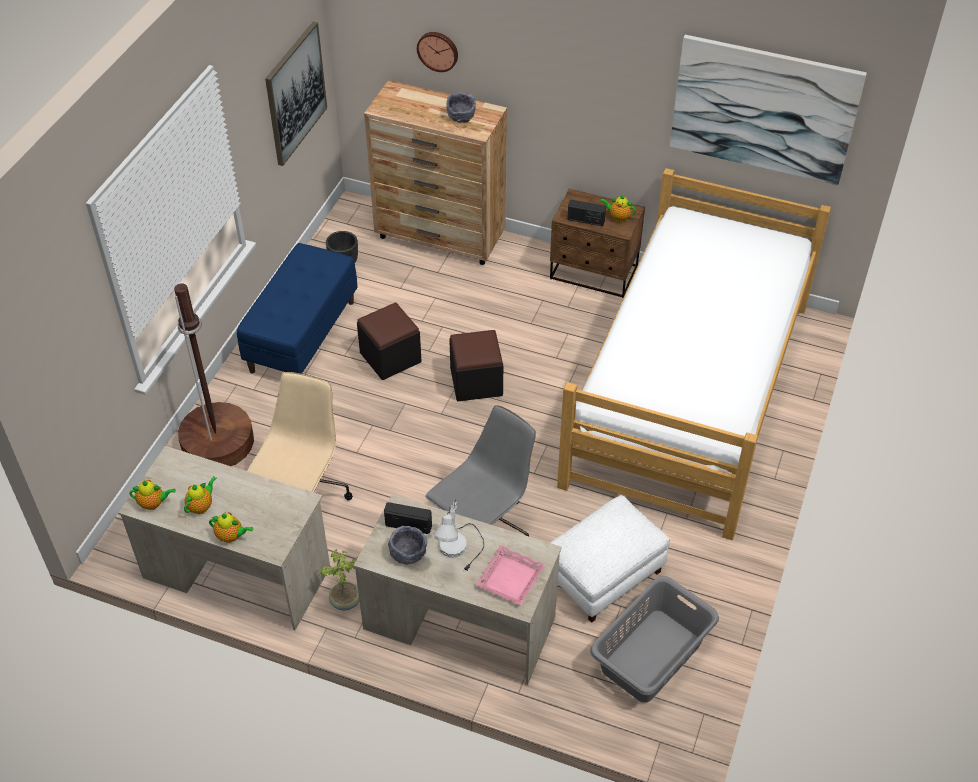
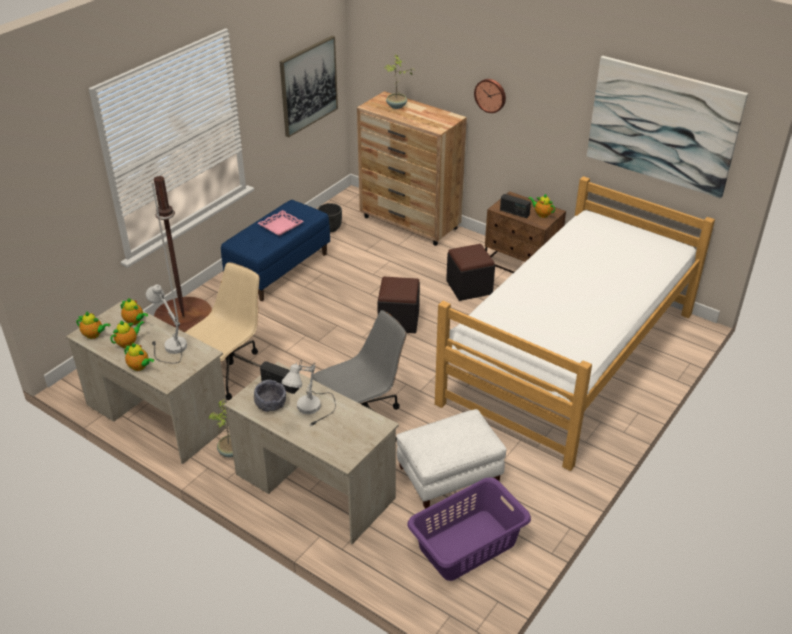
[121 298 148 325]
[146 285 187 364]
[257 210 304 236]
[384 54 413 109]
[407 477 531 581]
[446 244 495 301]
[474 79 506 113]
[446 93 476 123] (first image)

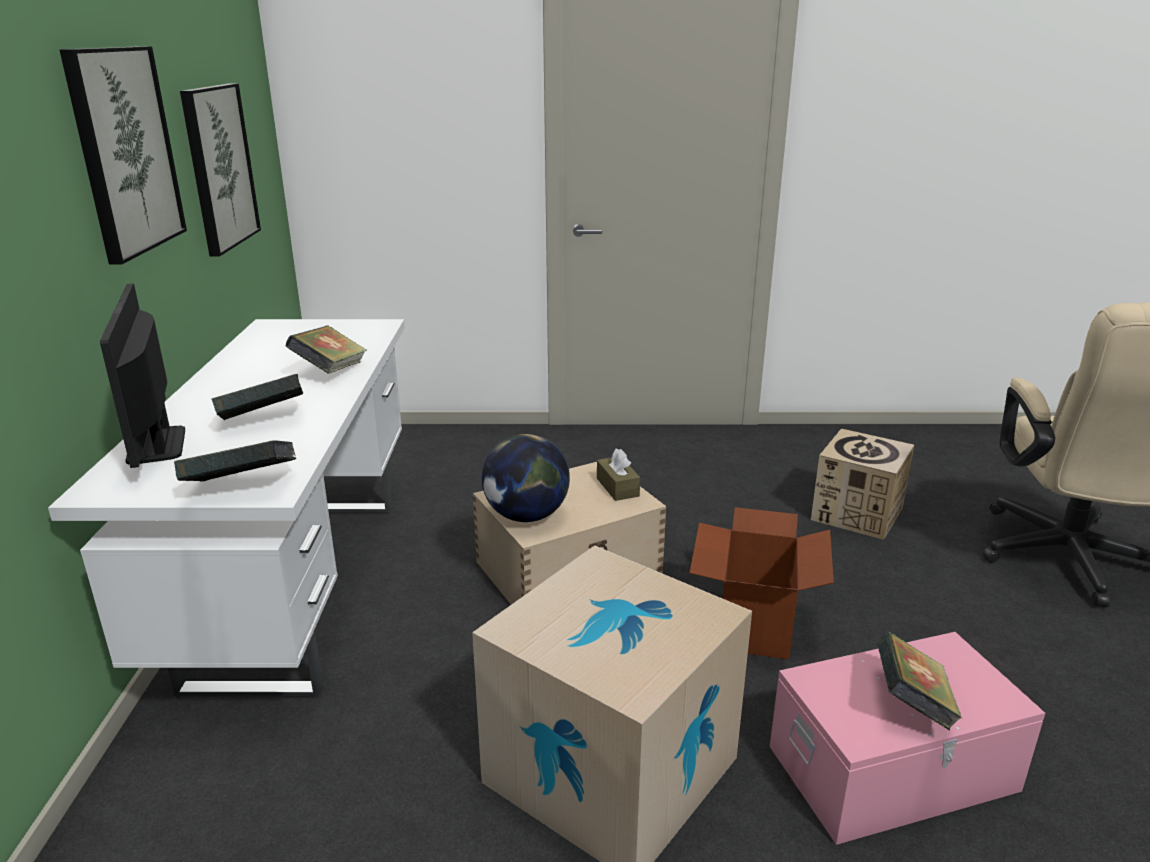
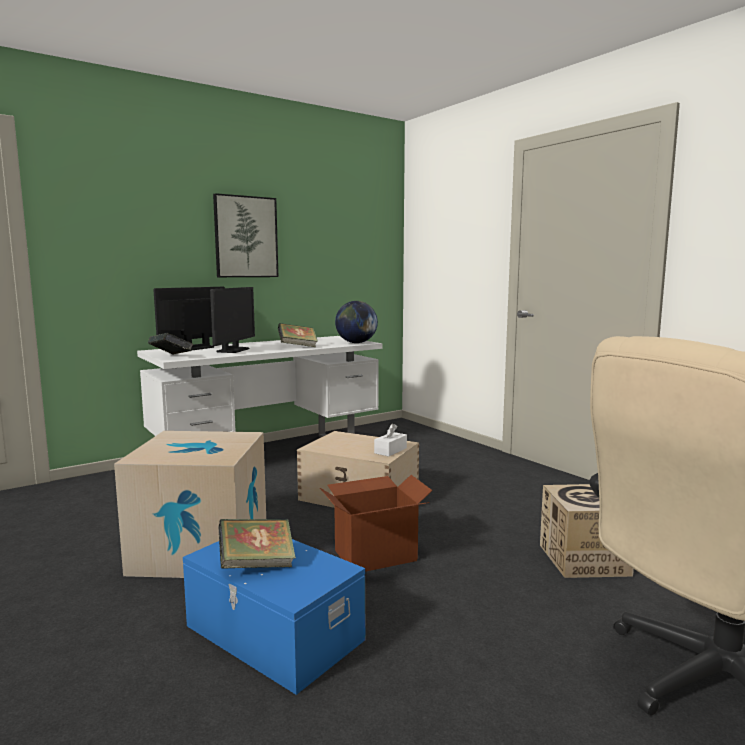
[183 539 365 695]
[210 287 255 353]
[335 301 378 343]
[374 423 407 457]
[180 83 261 256] (first image)

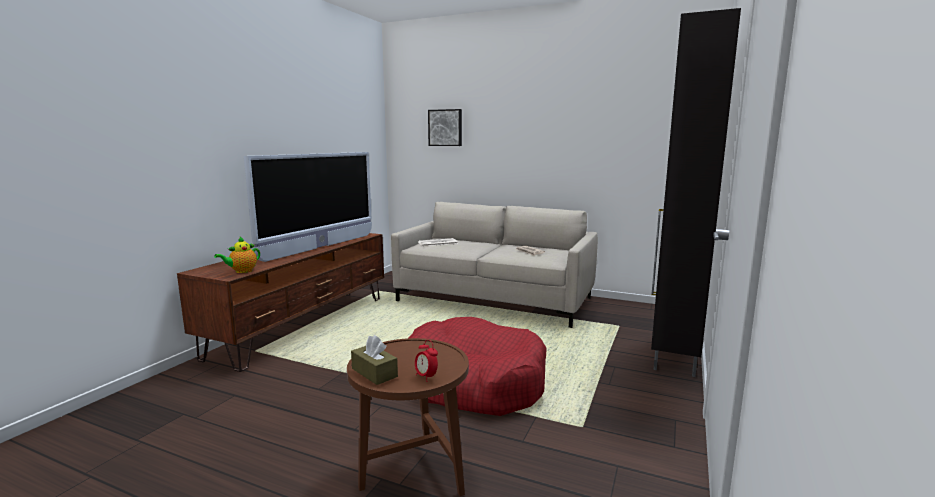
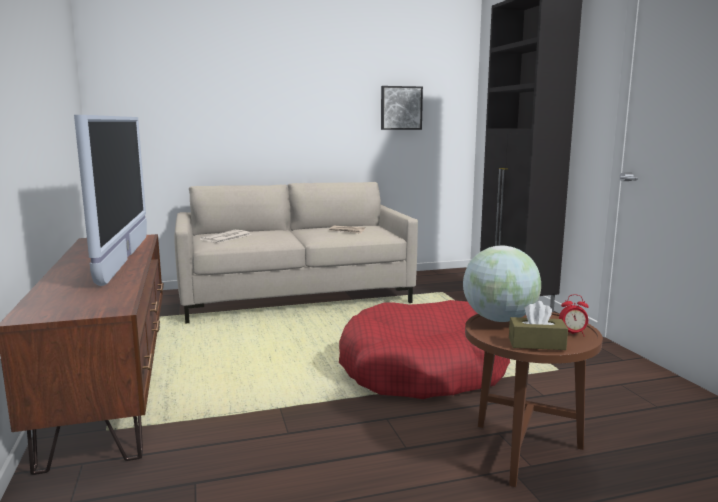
[381 86 423 130]
[463 246 541 322]
[214 237 260 273] (first image)

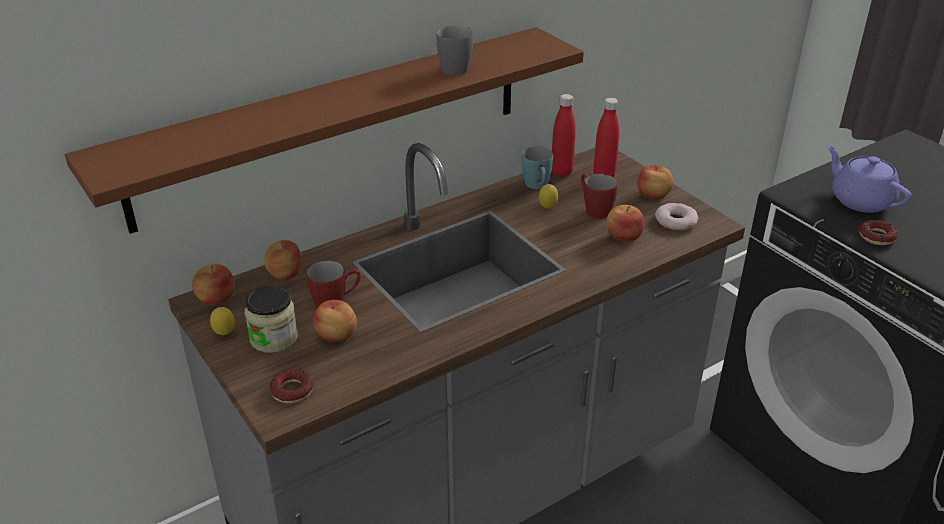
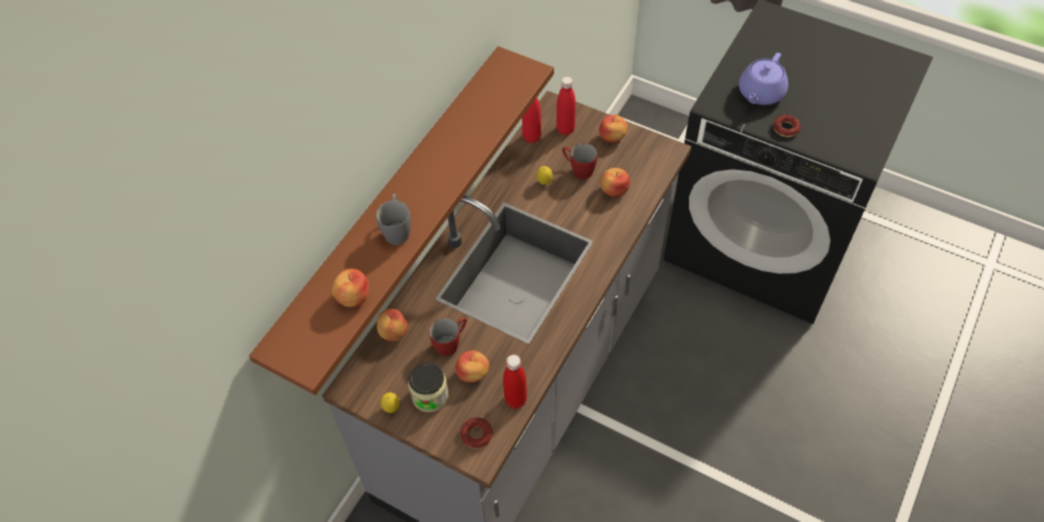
[332 269 369 307]
[376 194 411 245]
[503 355 527 409]
[739 53 788 105]
[522 146 553 189] (first image)
[655 203 699 230] (first image)

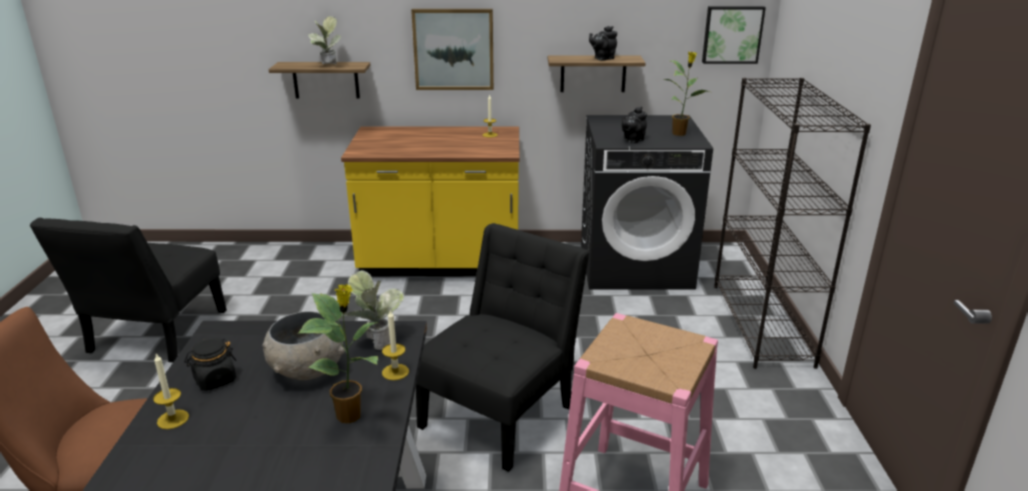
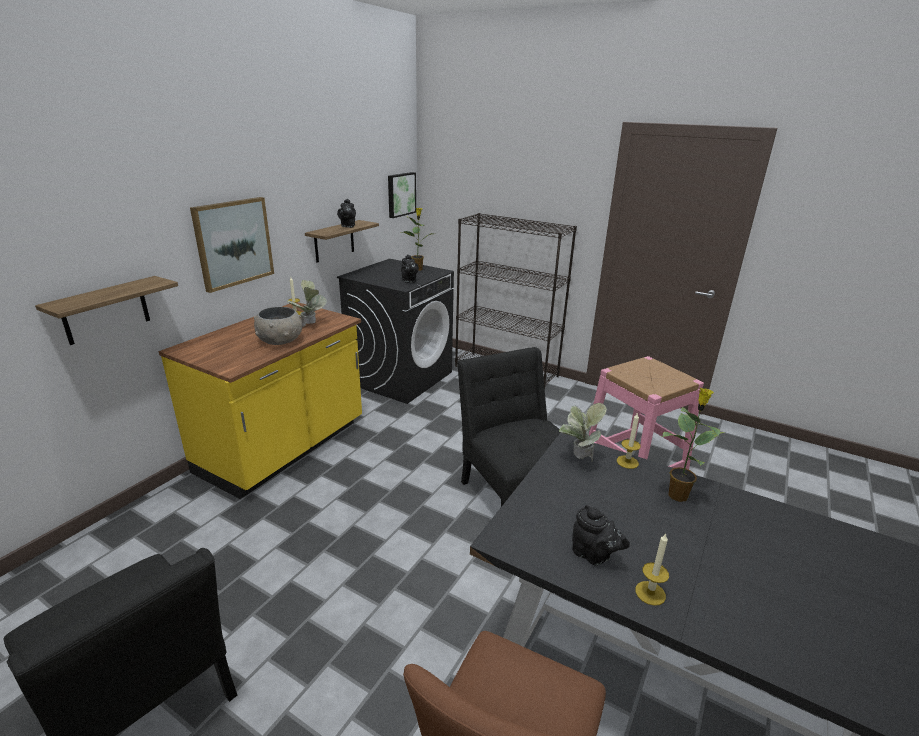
[254 307 302 345]
[287 280 327 327]
[572 505 630 566]

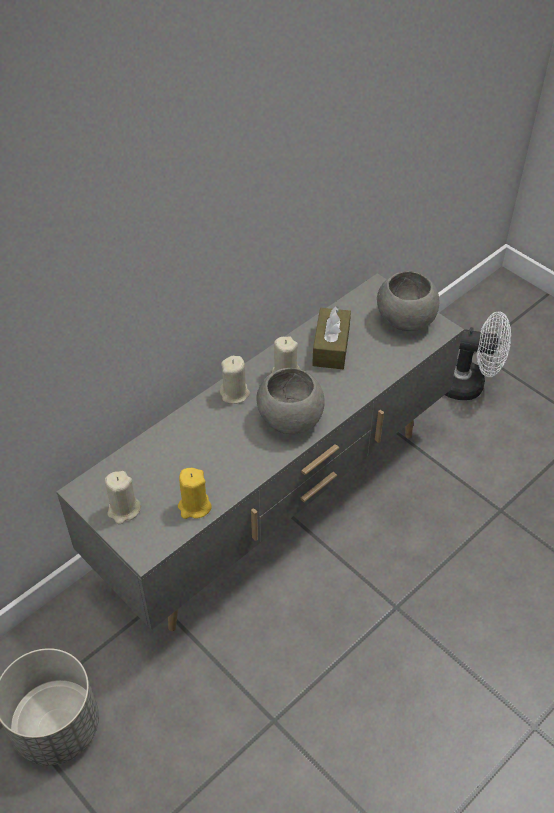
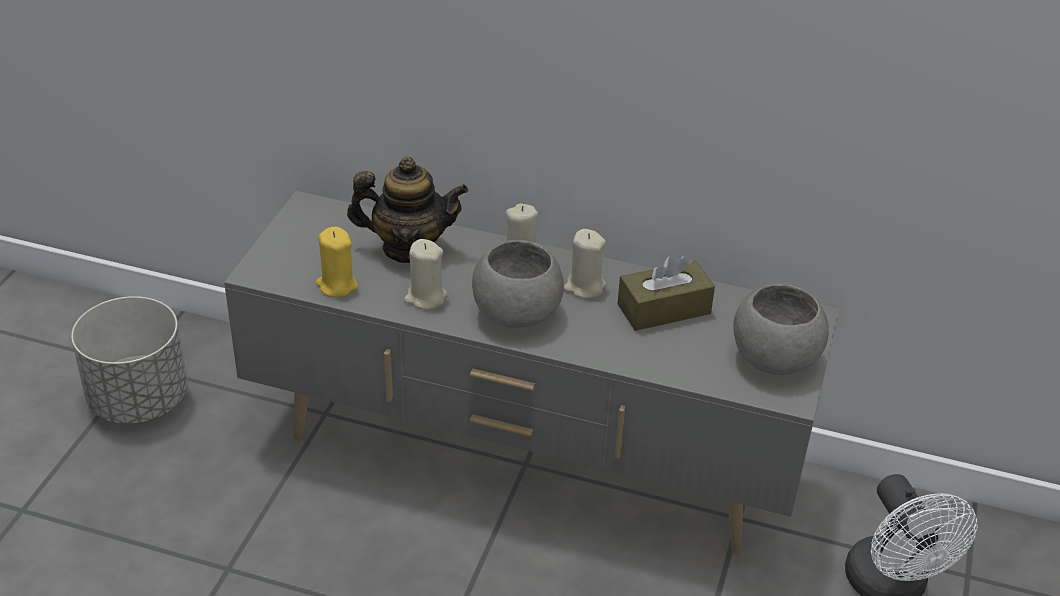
[347 157 468 263]
[404 239 447 310]

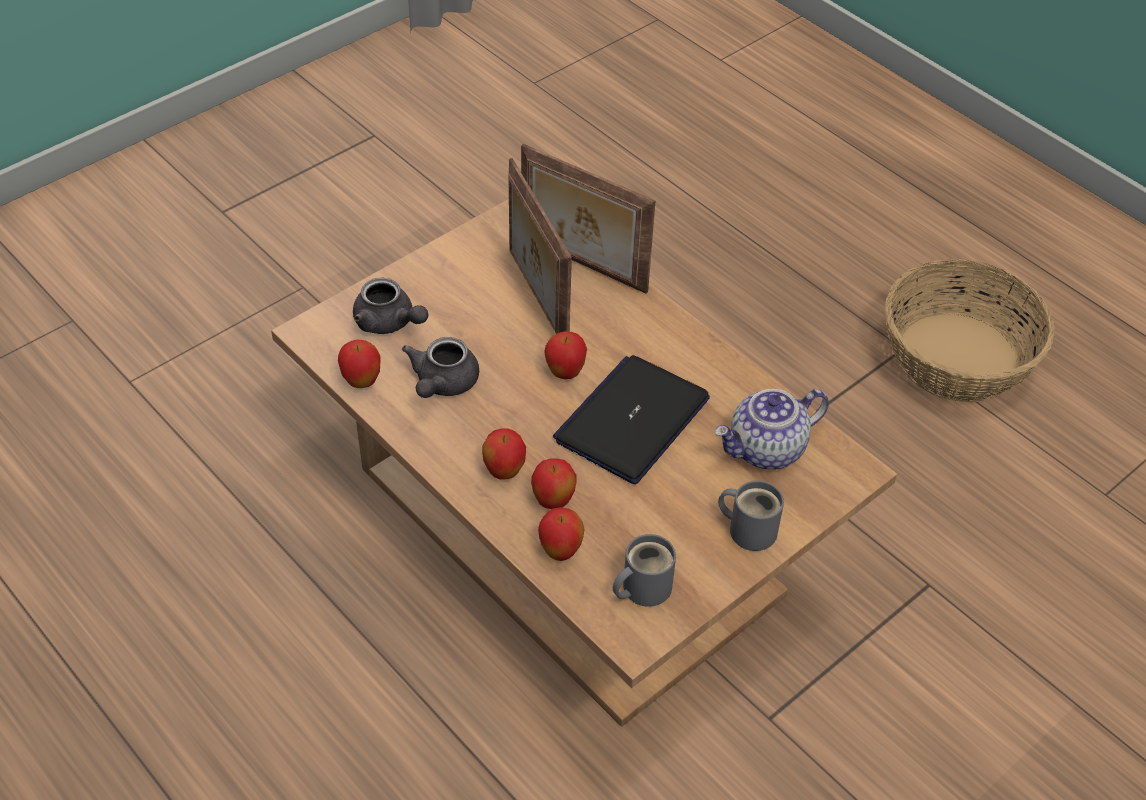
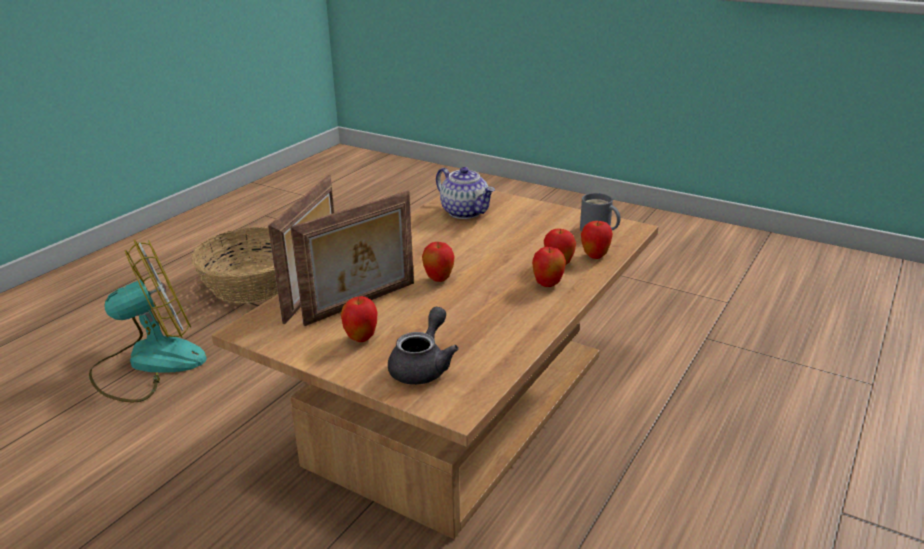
[89 239 207 403]
[341 296 377 342]
[402 337 479 398] (first image)
[553 355 710 484] (first image)
[718 480 784 551] (first image)

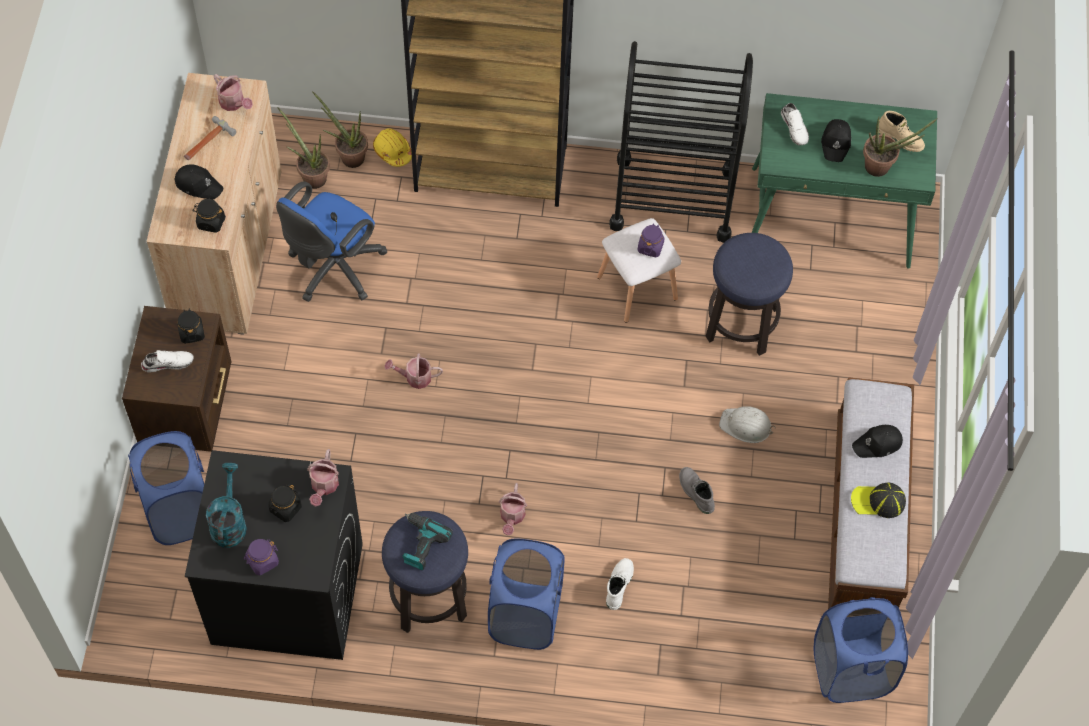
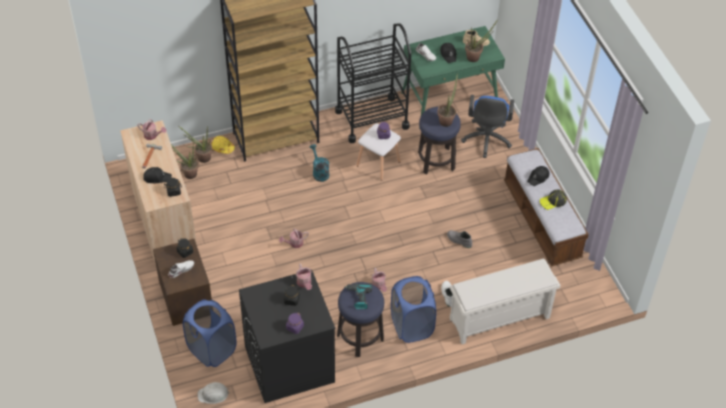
[198 382 230 404]
[310 144 329 182]
[437 73 458 127]
[449 259 560 344]
[461 95 514 158]
[814 597 908 703] (first image)

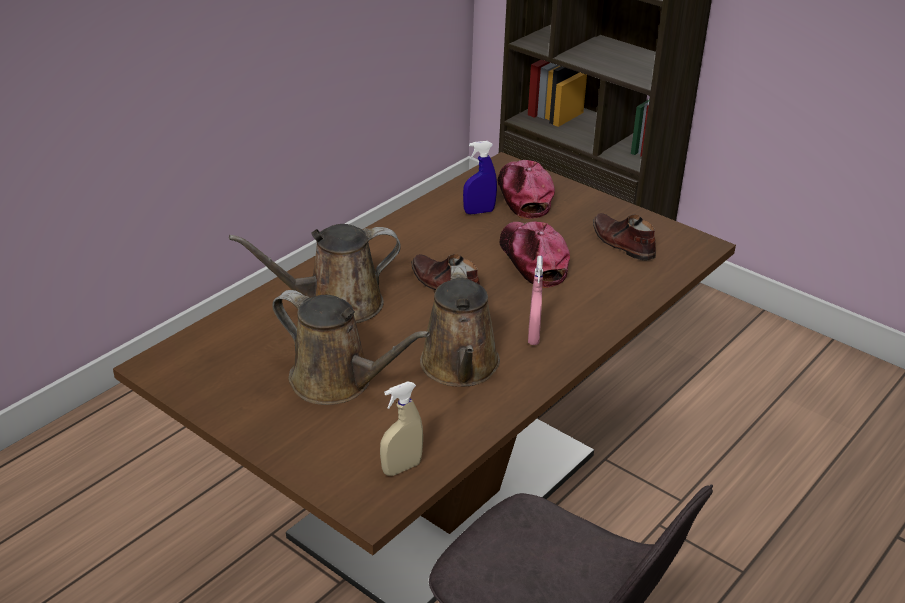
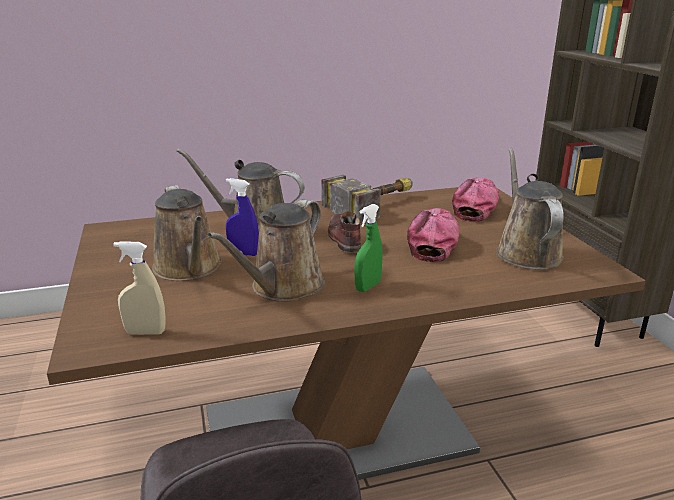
[226 178 259 256]
[321 175 413 224]
[355 204 383 292]
[496 148 564 270]

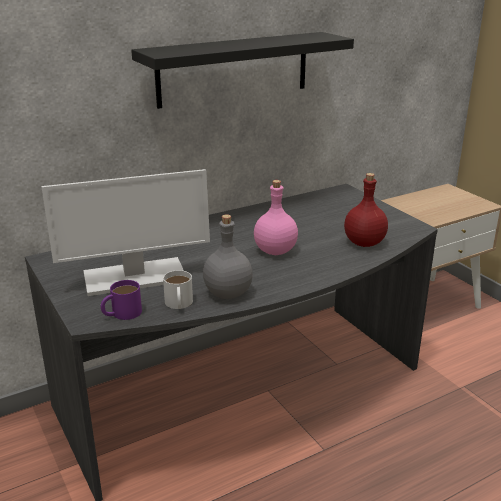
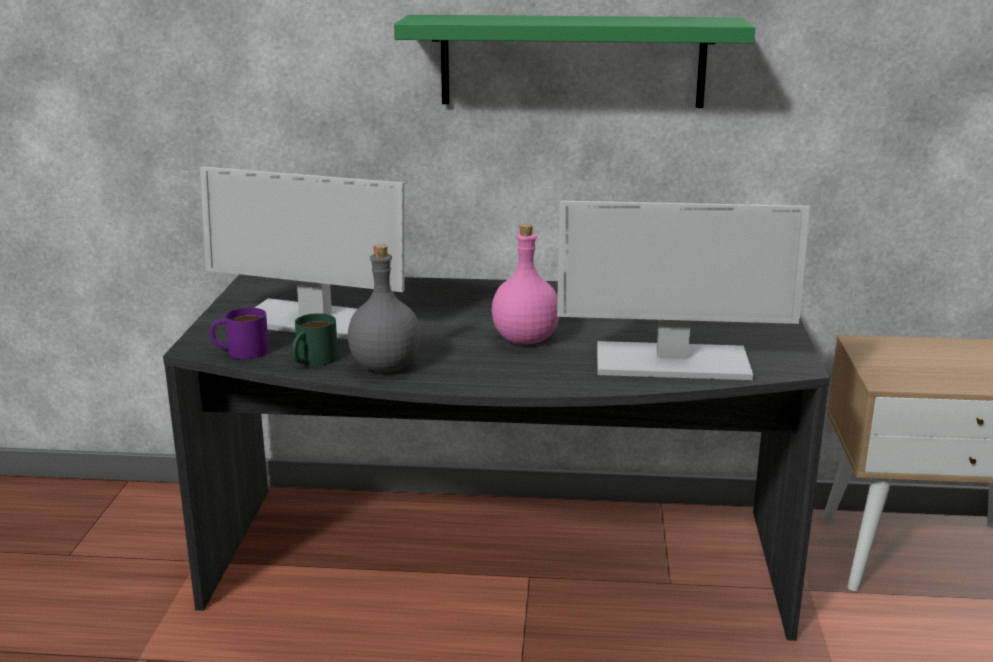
[292 313 338 366]
[394 15 755 108]
[557 201 810 380]

